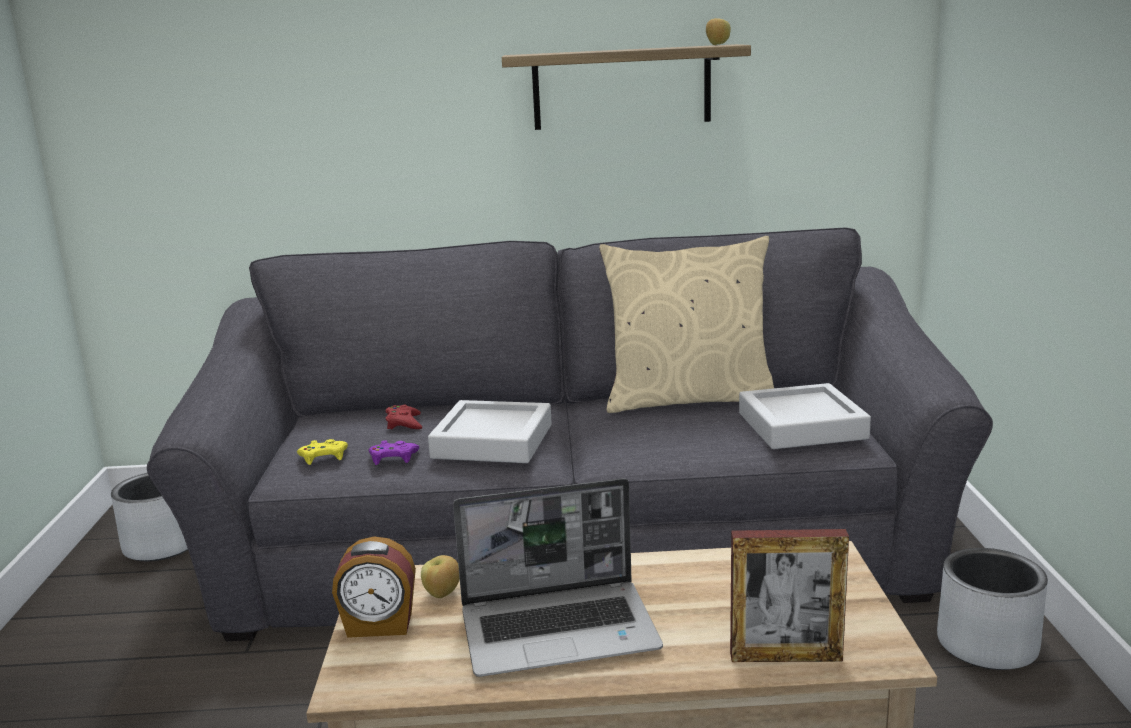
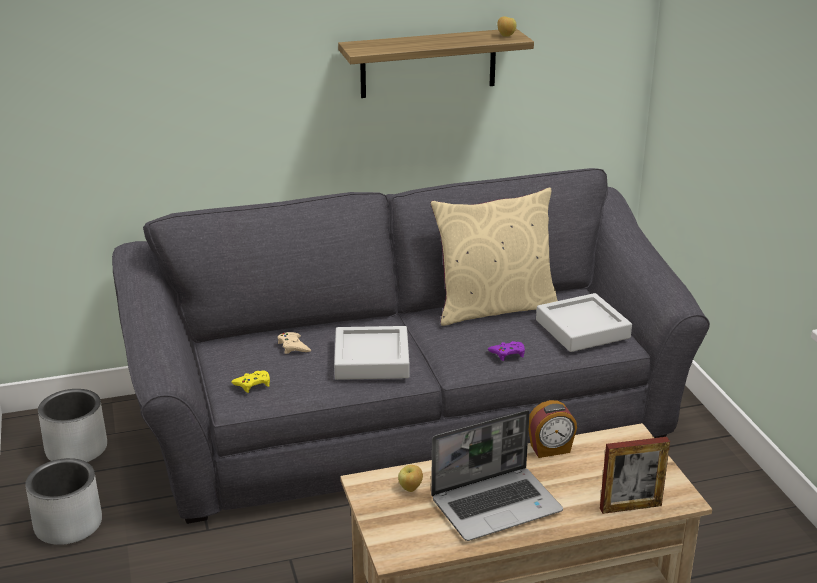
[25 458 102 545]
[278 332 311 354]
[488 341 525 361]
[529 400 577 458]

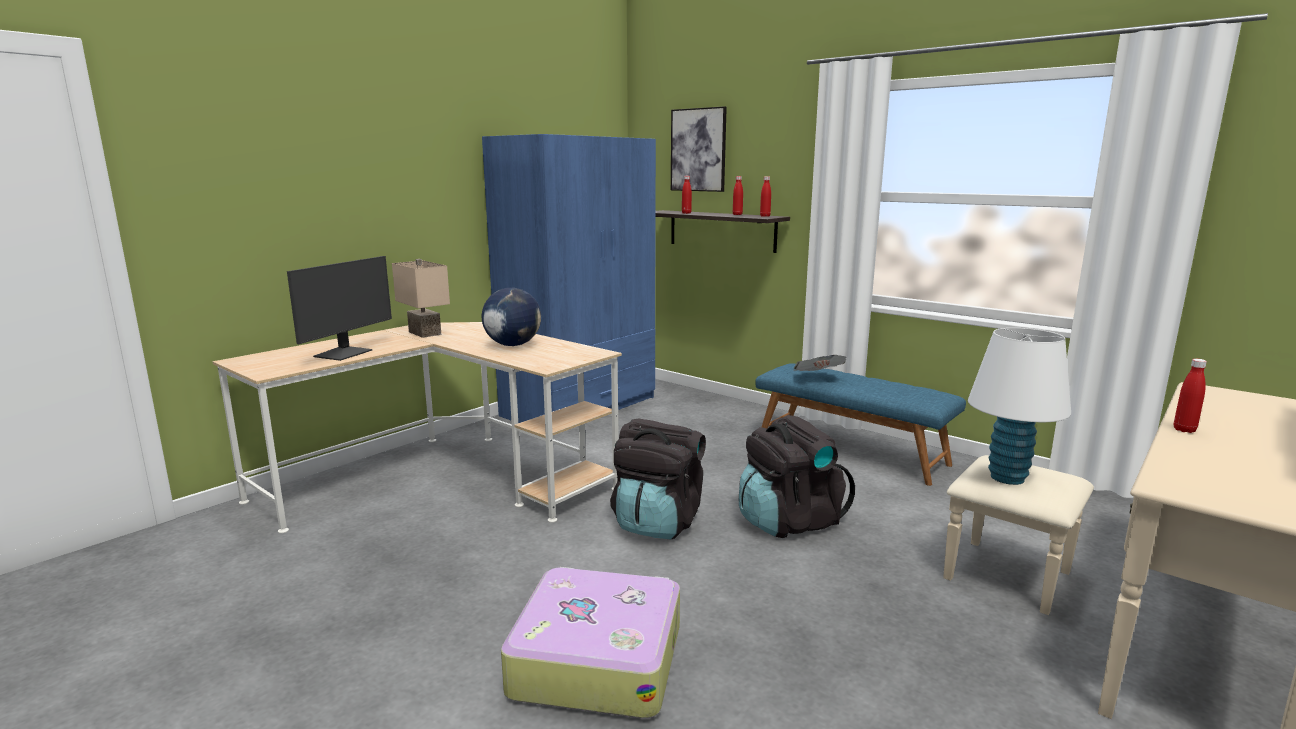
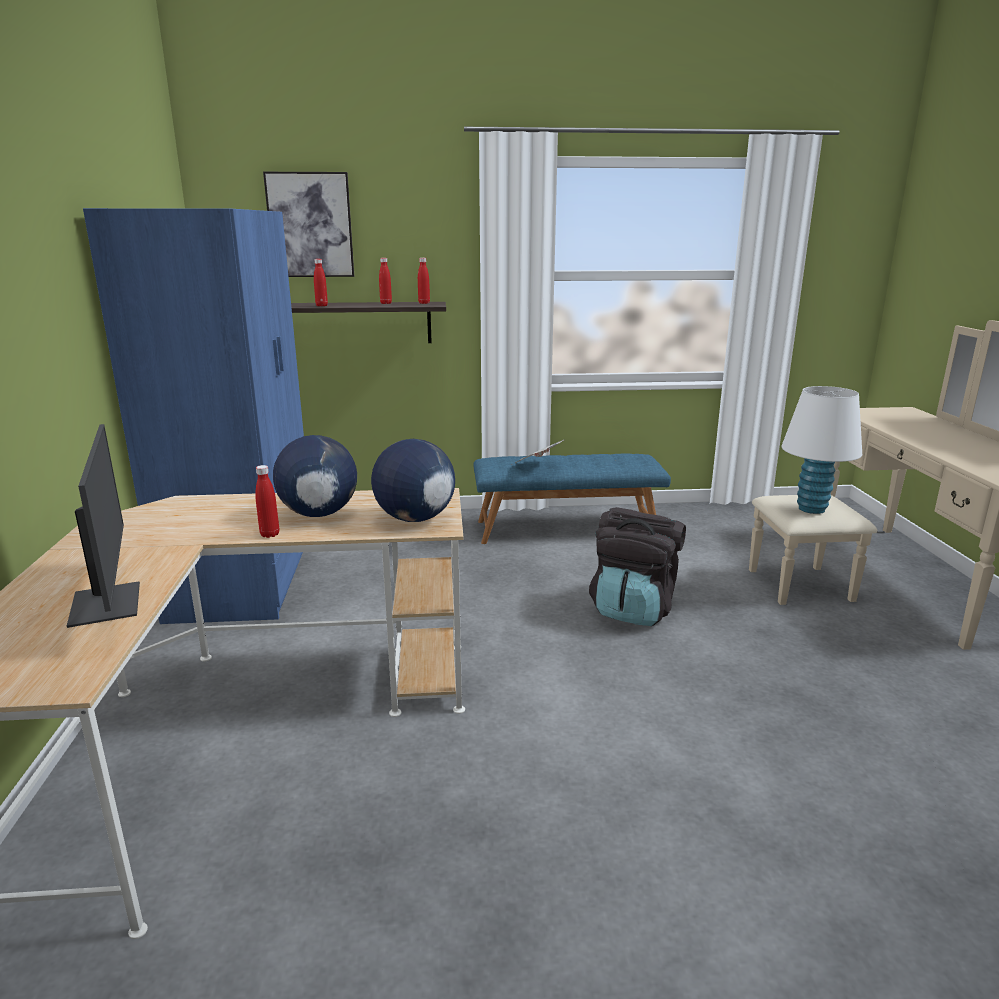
[255 465 279 538]
[371 439 455 522]
[392 259 450 338] (first image)
[501 567 680 718] (first image)
[610 419 706 539] (first image)

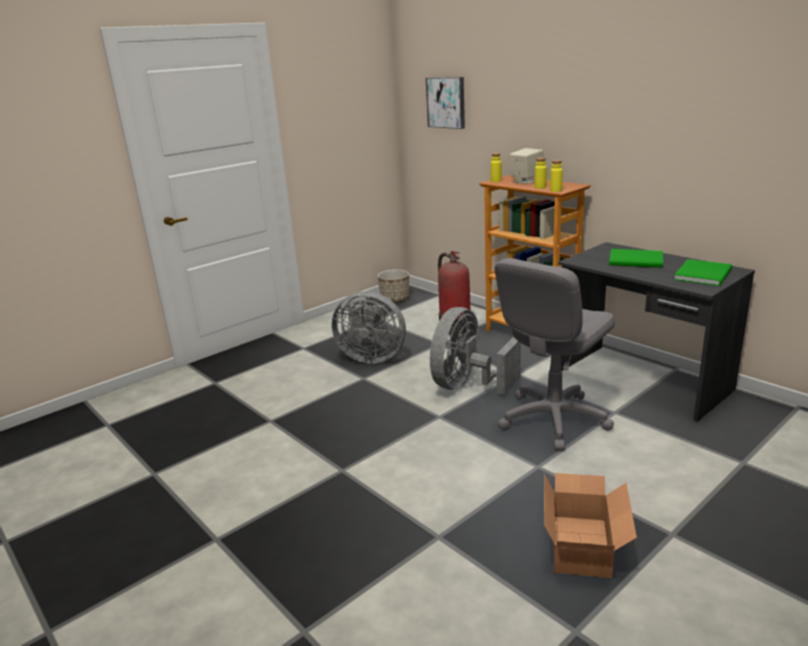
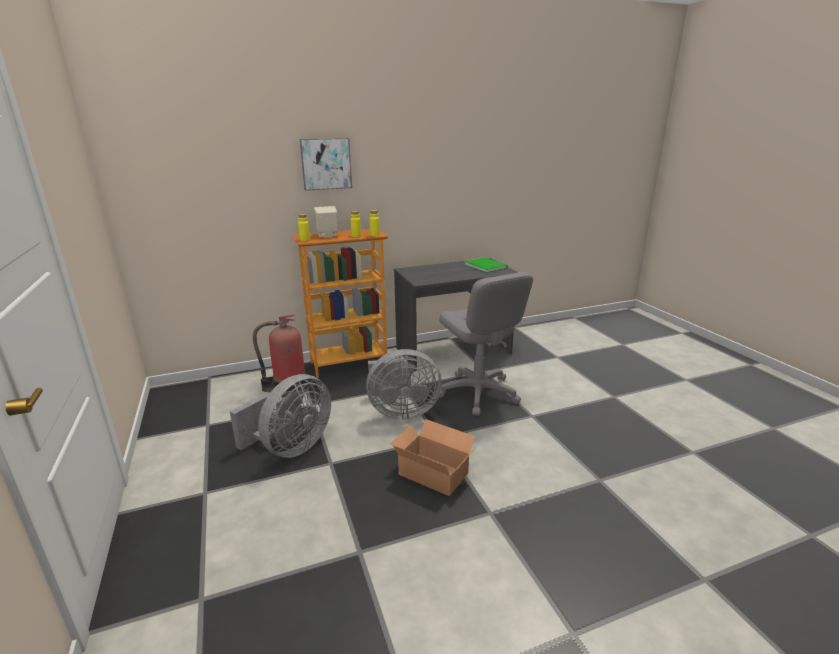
[300 138 352 191]
[366 349 442 420]
[391 419 475 496]
[378 269 409 303] (first image)
[609 249 663 268] (first image)

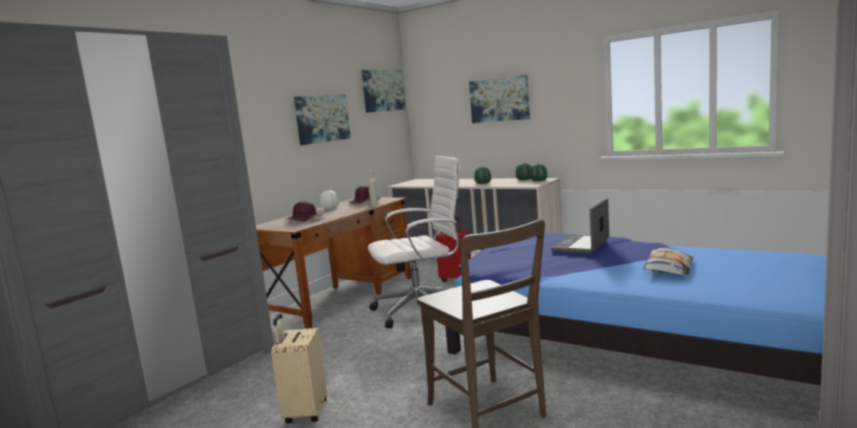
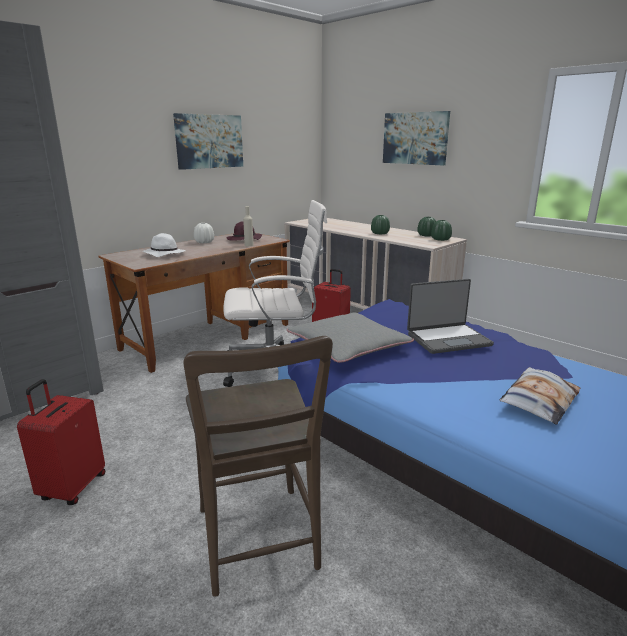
[17 379 105 505]
[143 233 185 257]
[287 313 414 363]
[407 279 494 354]
[361 70 406 113] (first image)

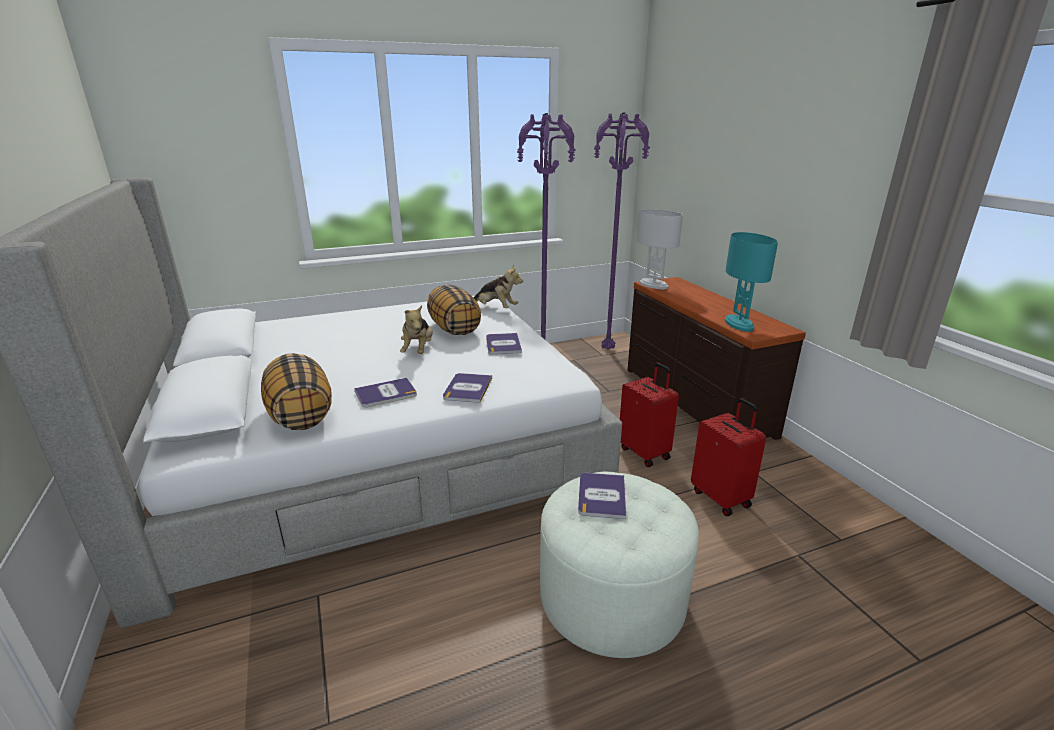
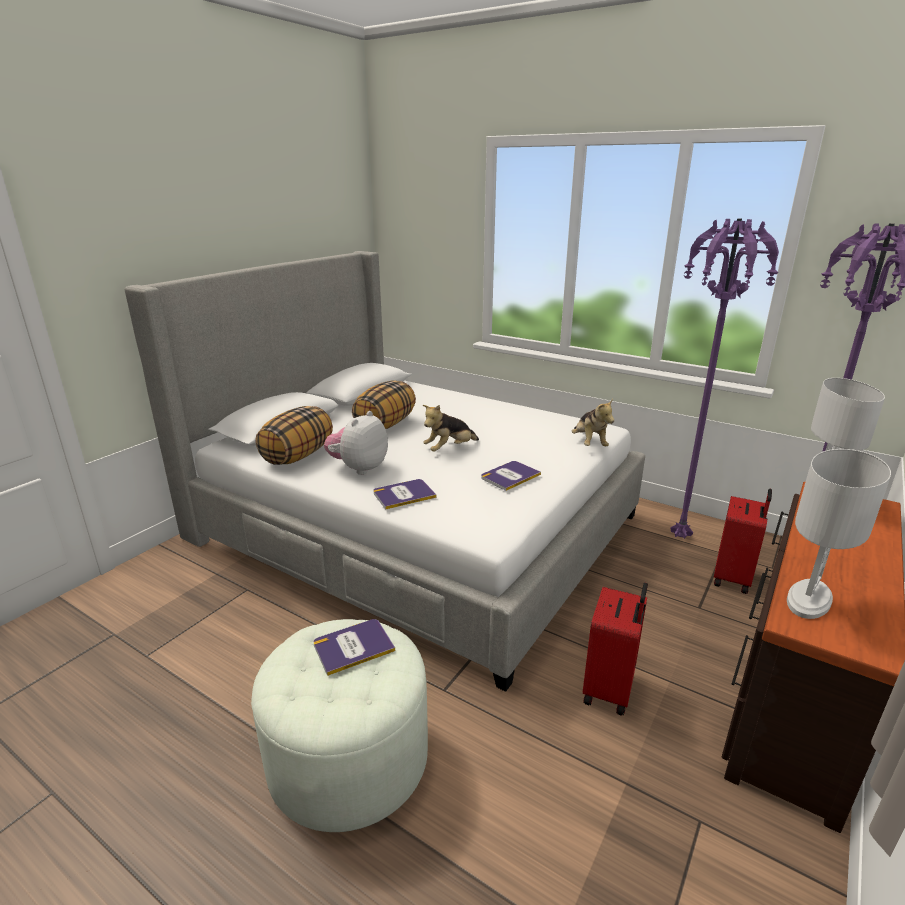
[324 411 388 475]
[352 381 416 429]
[714 489 772 594]
[787 449 891 619]

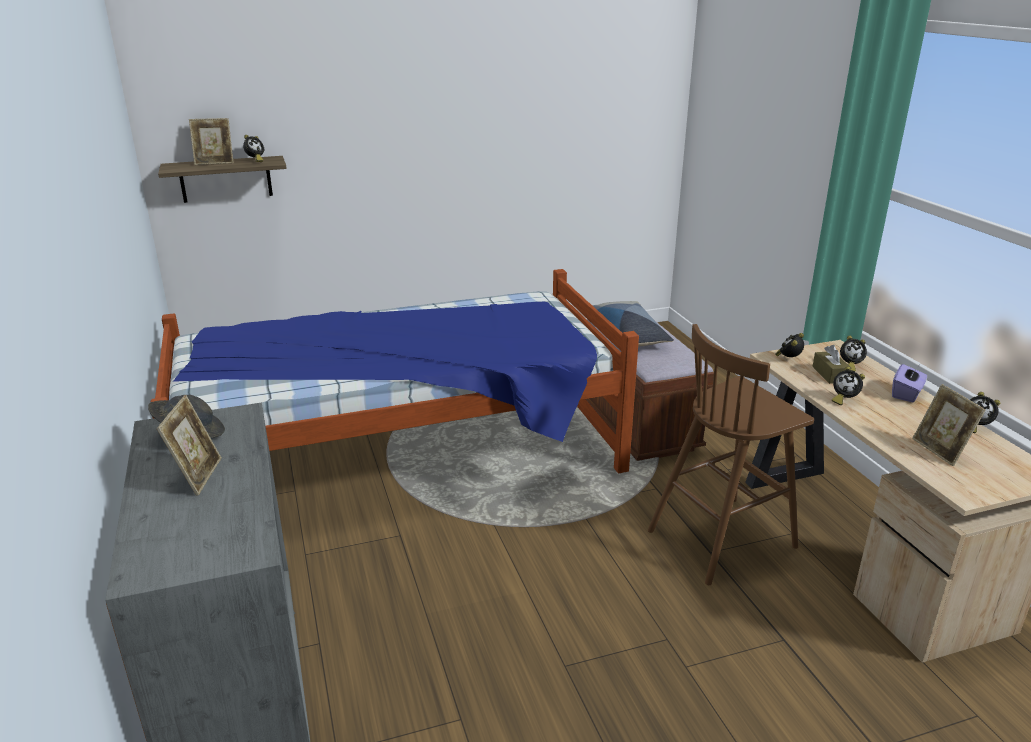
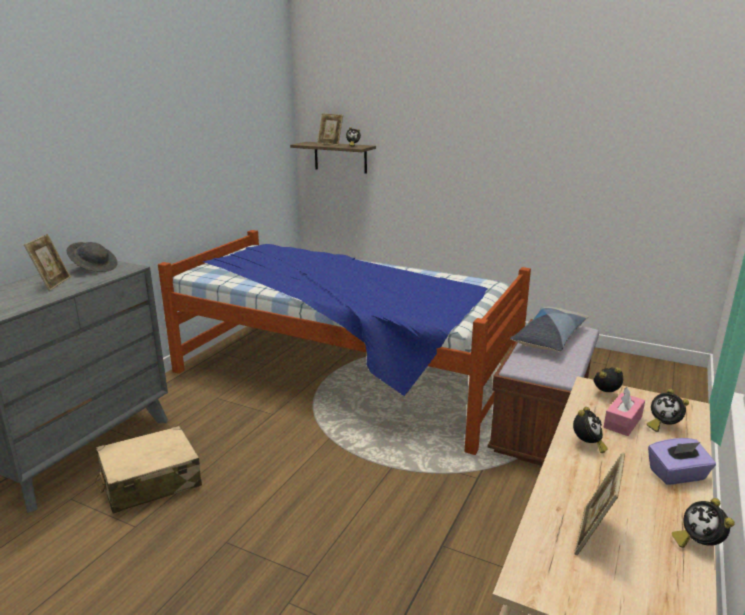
[24 234 71 291]
[95 426 202 514]
[573 407 608 453]
[604 387 645 436]
[648 324 814 585] (first image)

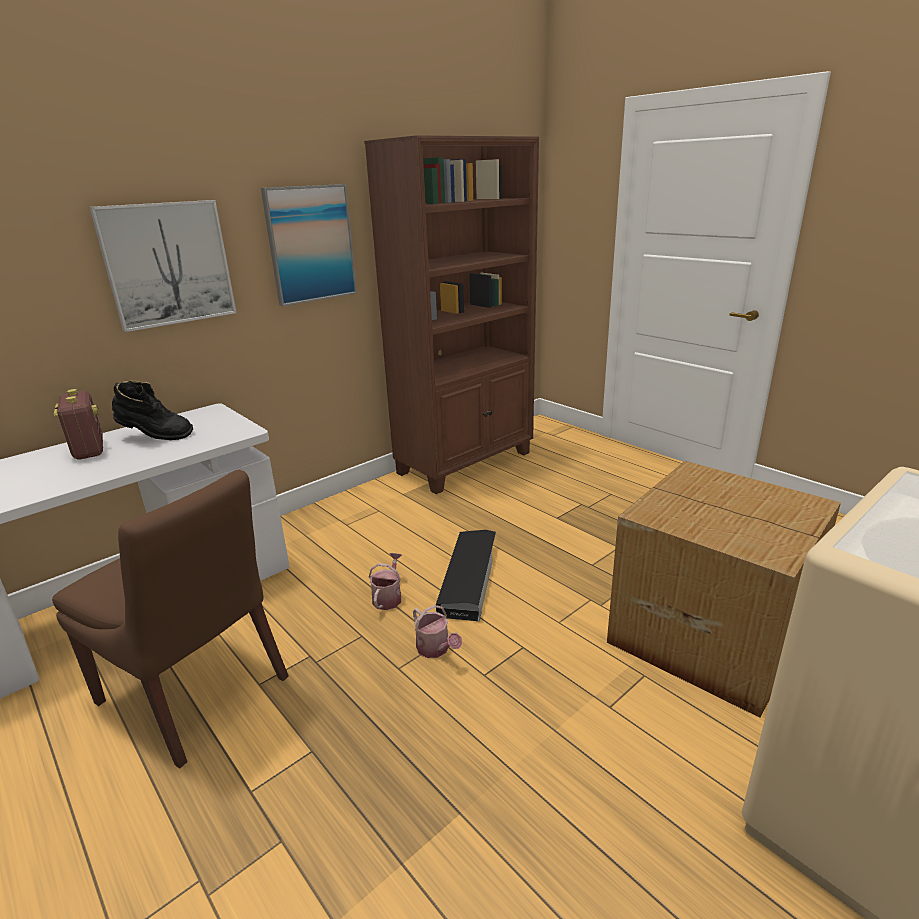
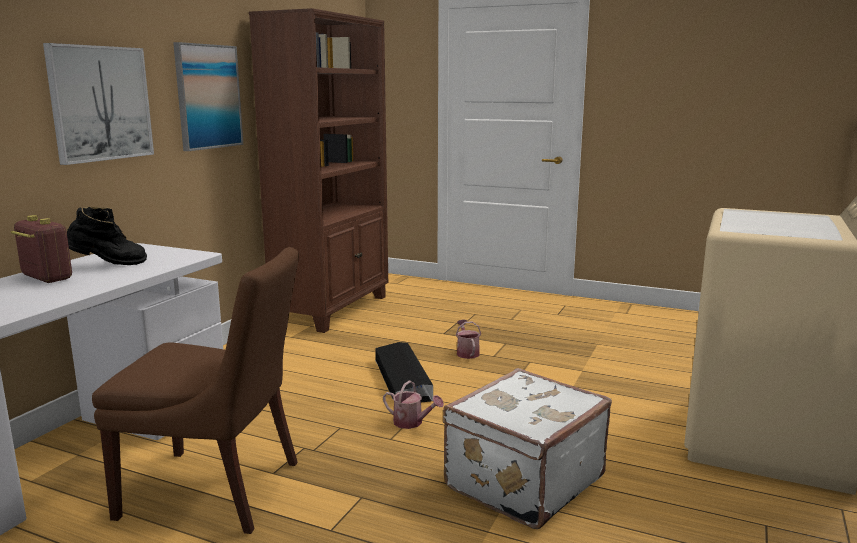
[443 368 612 529]
[456 320 481 359]
[607 461 841 718] (first image)

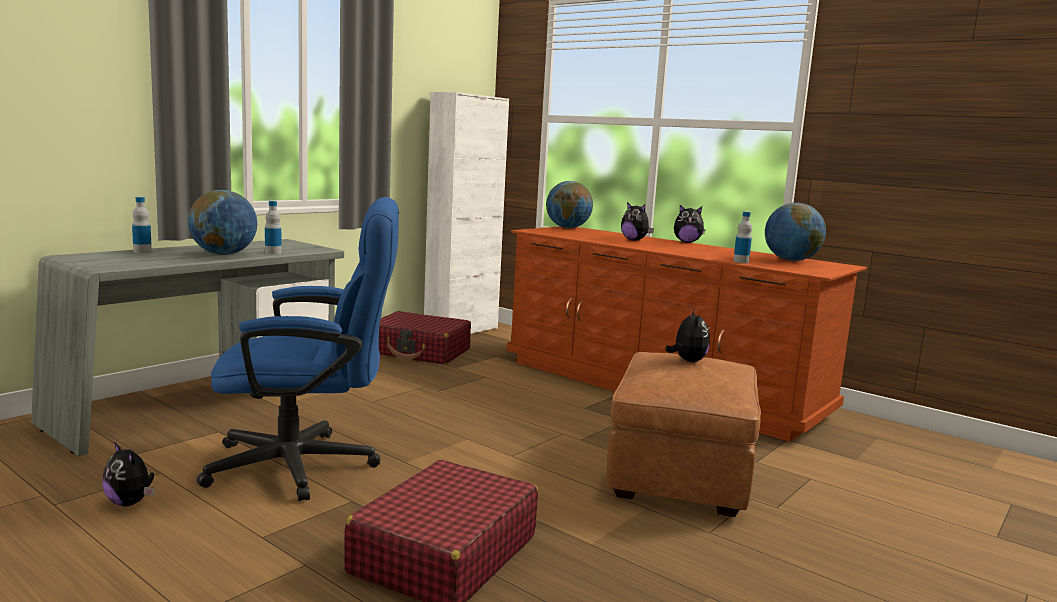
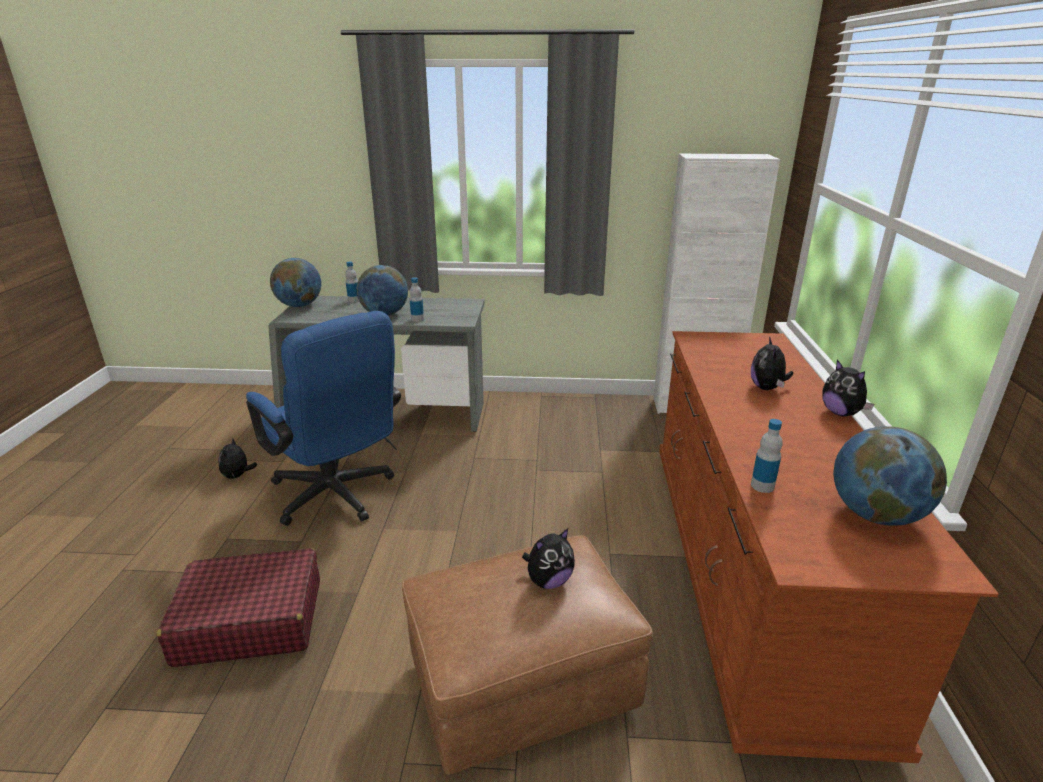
[270 258 321 307]
[379 311 471 365] (first image)

